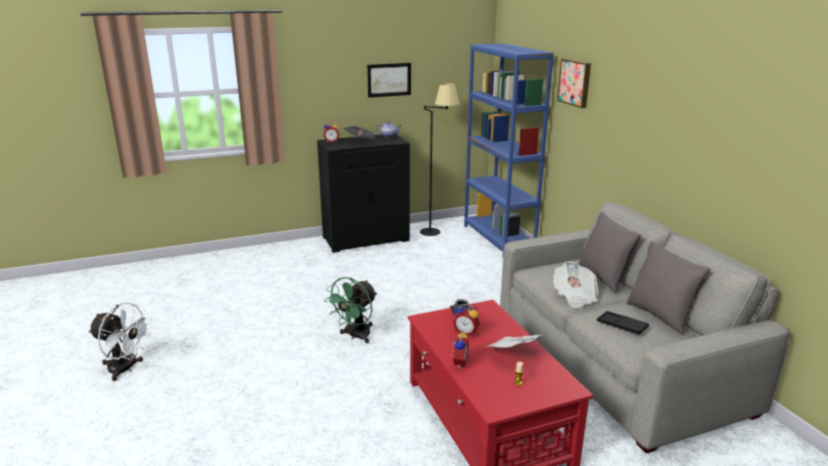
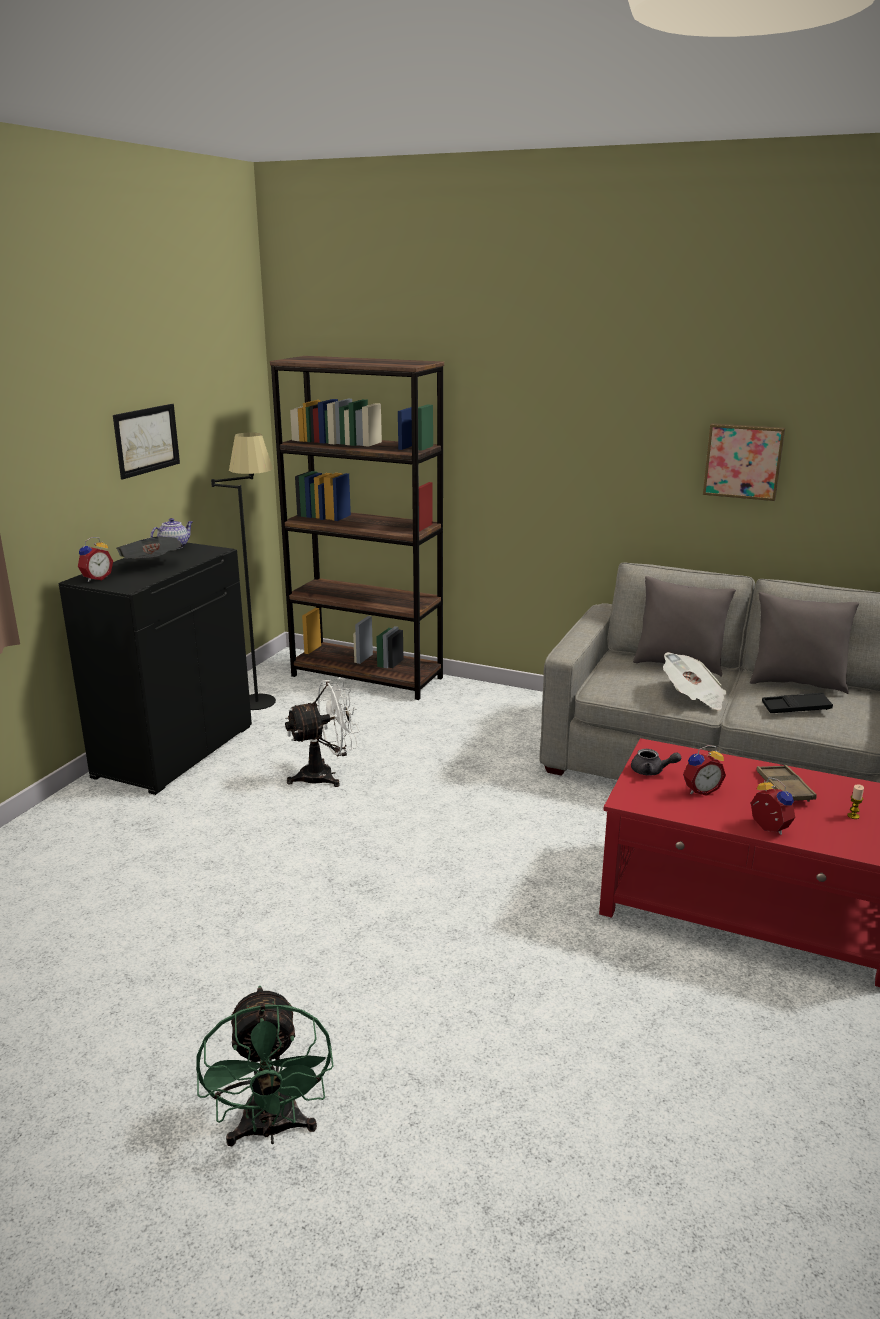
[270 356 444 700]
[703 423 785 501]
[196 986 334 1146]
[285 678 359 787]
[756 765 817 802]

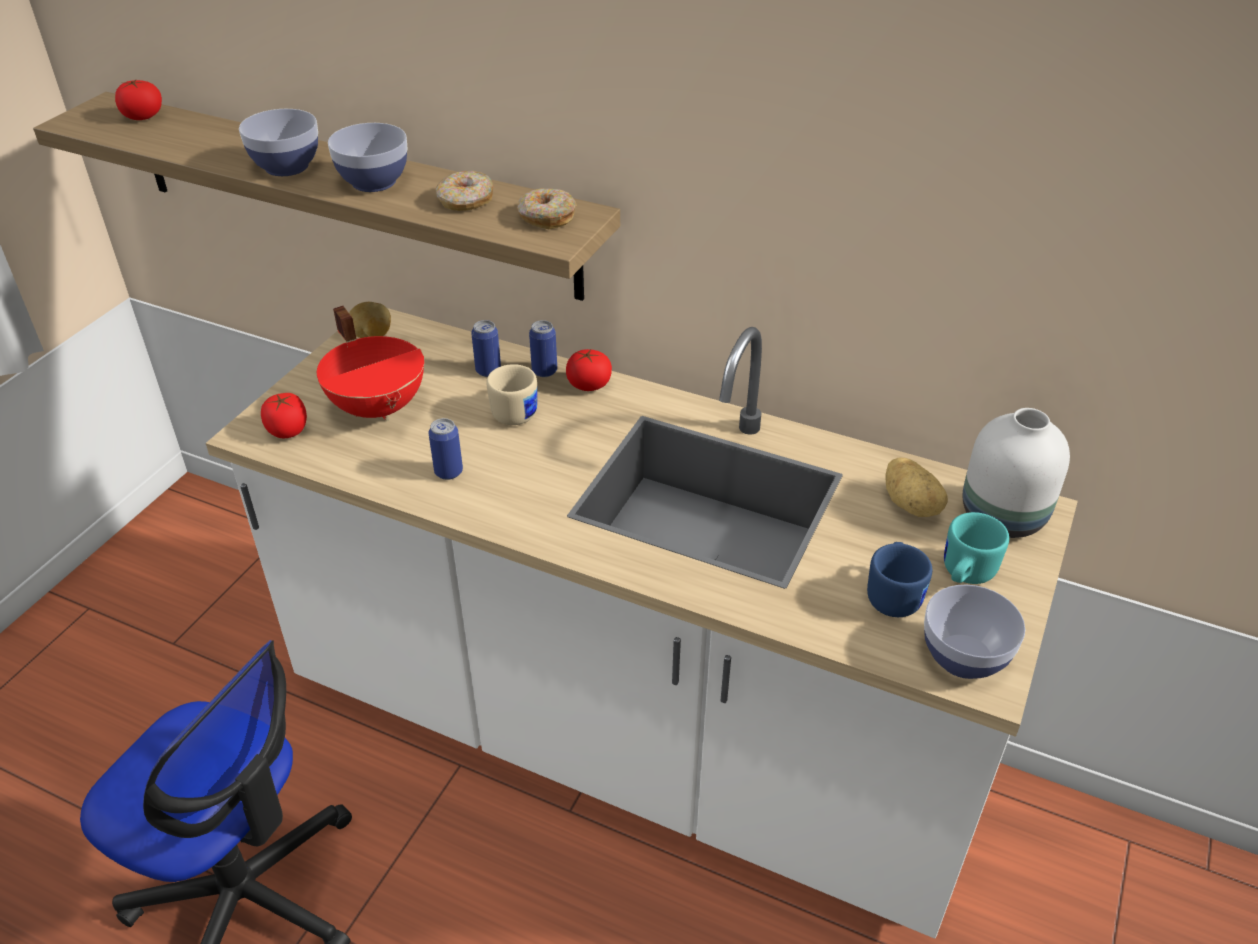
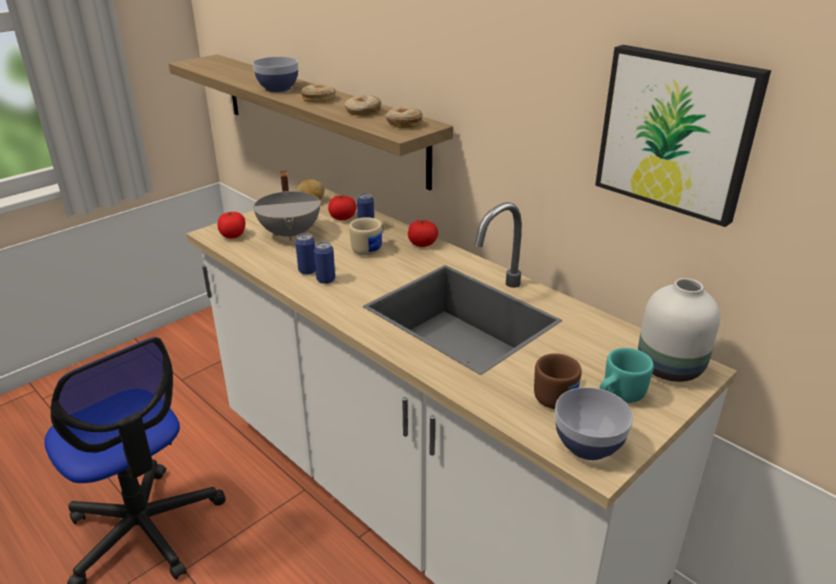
[328 195 357 220]
[301 84 336 102]
[253 170 321 241]
[314 241 335 284]
[886 458 948 517] (first image)
[534 353 582 409]
[595 45 771 227]

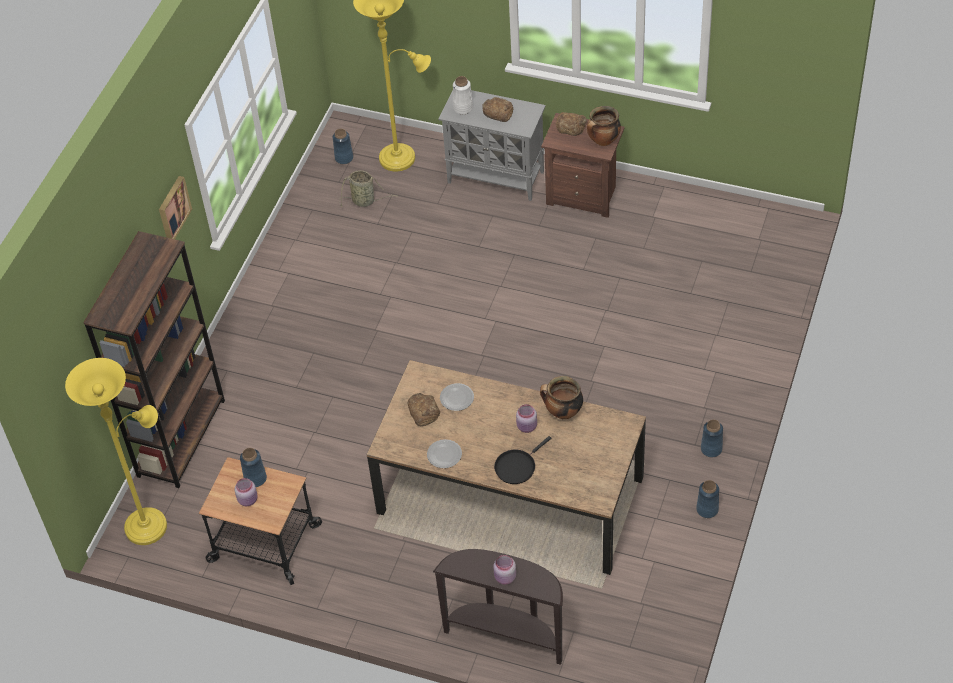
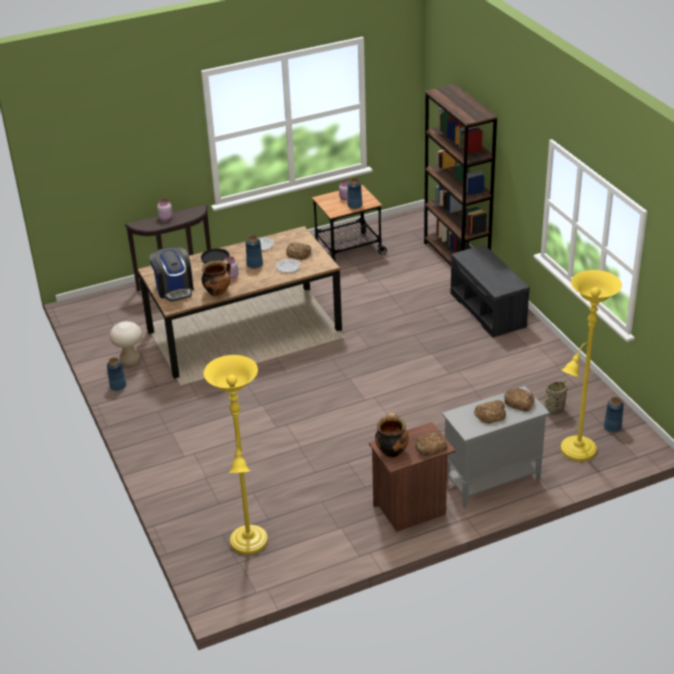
[504 388 535 412]
[159 176 192 239] (first image)
[204 355 268 555]
[246 235 263 269]
[451 245 530 338]
[149 247 194 302]
[110 321 142 366]

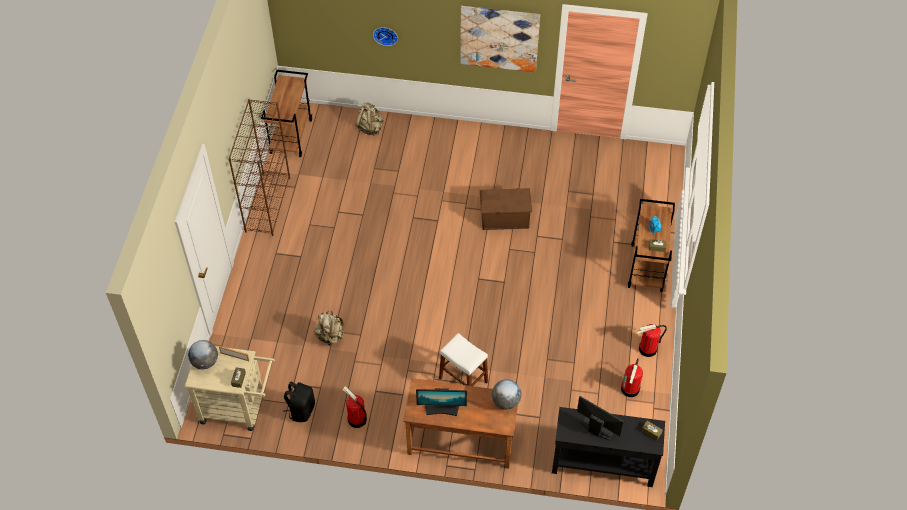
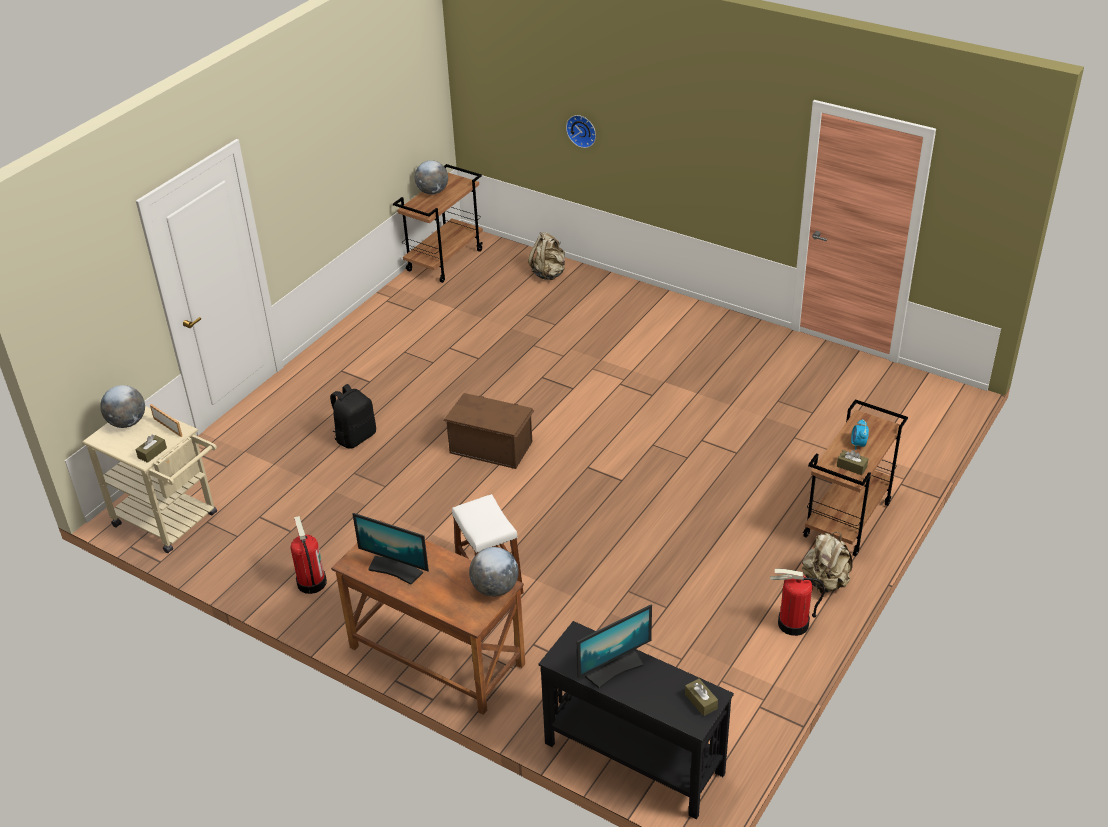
[460 6 540 72] (first image)
[228 99 290 236] (first image)
[444 393 535 469]
[802 532 853 593]
[621 359 643 397] (first image)
[330 384 376 449]
[577 605 652 689]
[415 160 448 195]

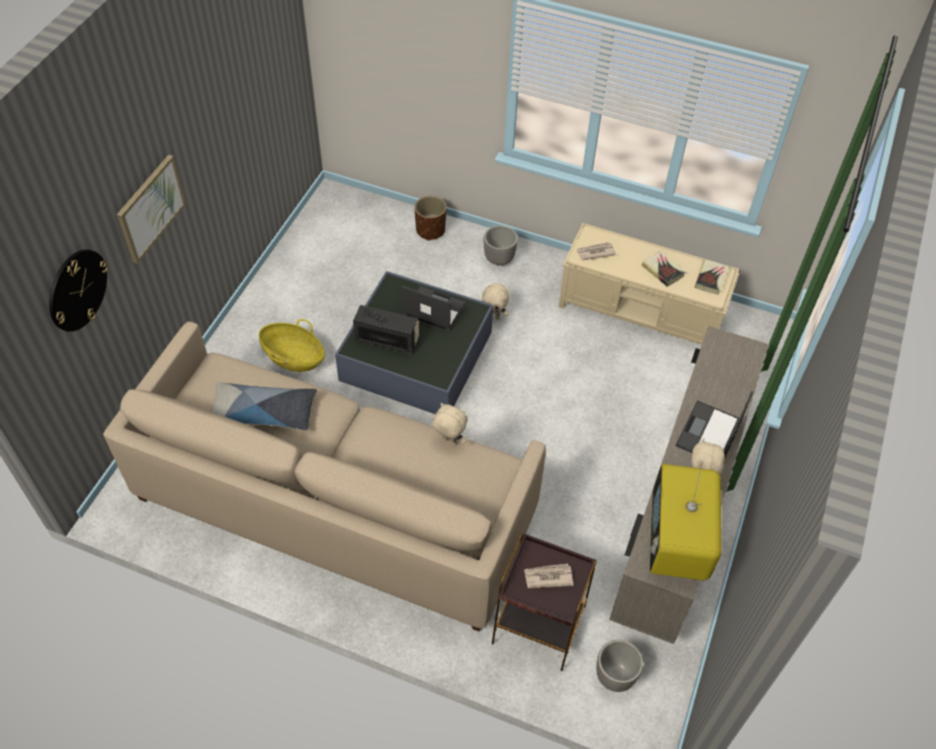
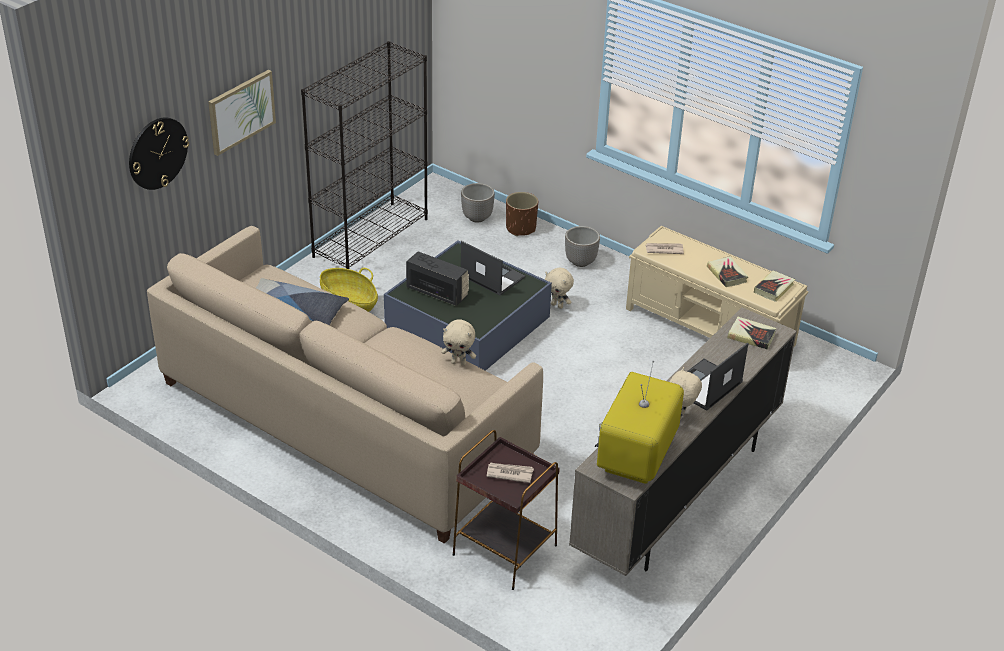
[442 319 476 366]
[461 183 495 222]
[301 41 428 269]
[727 316 776 350]

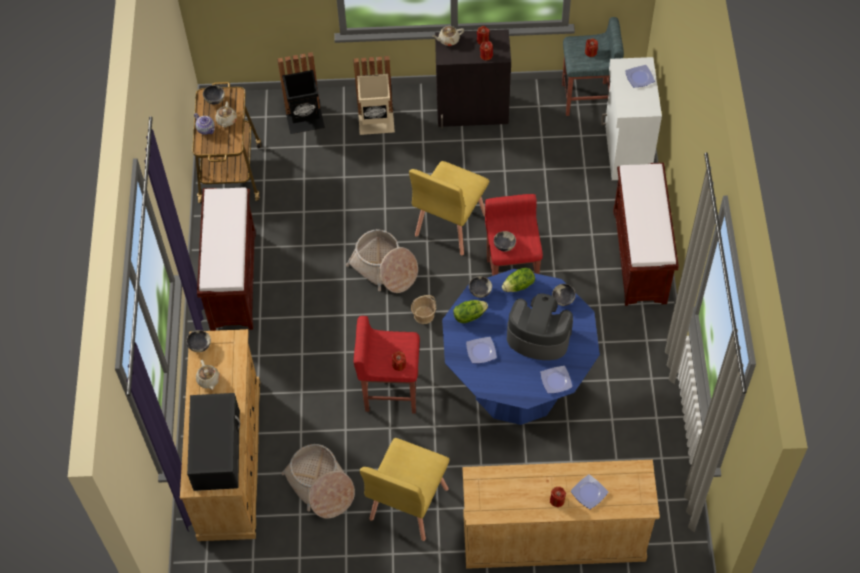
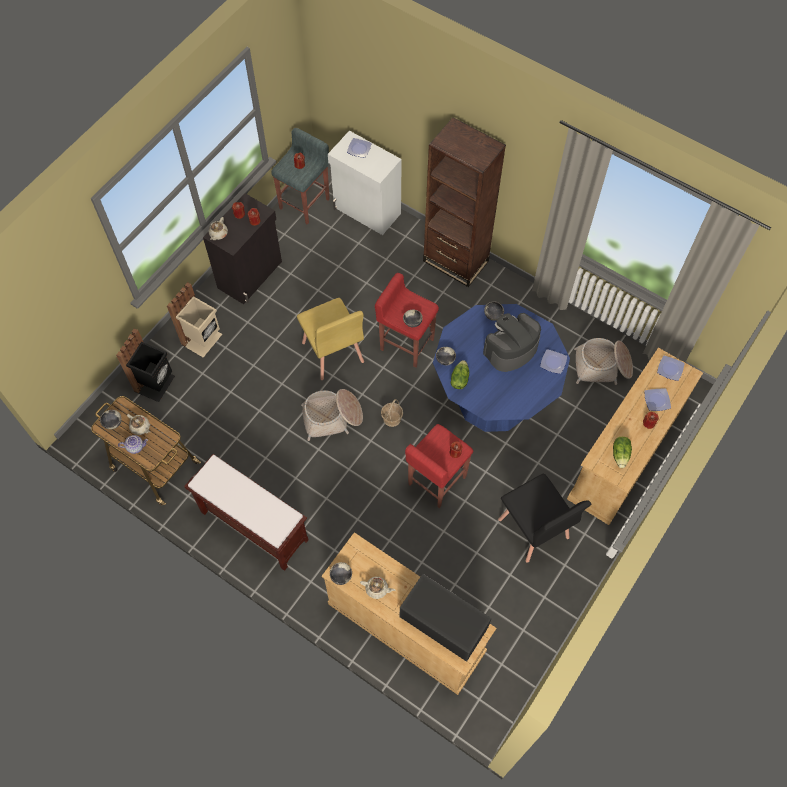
[423 117 506 287]
[613 437 632 468]
[657 356 685 381]
[498 473 591 563]
[574 338 633 385]

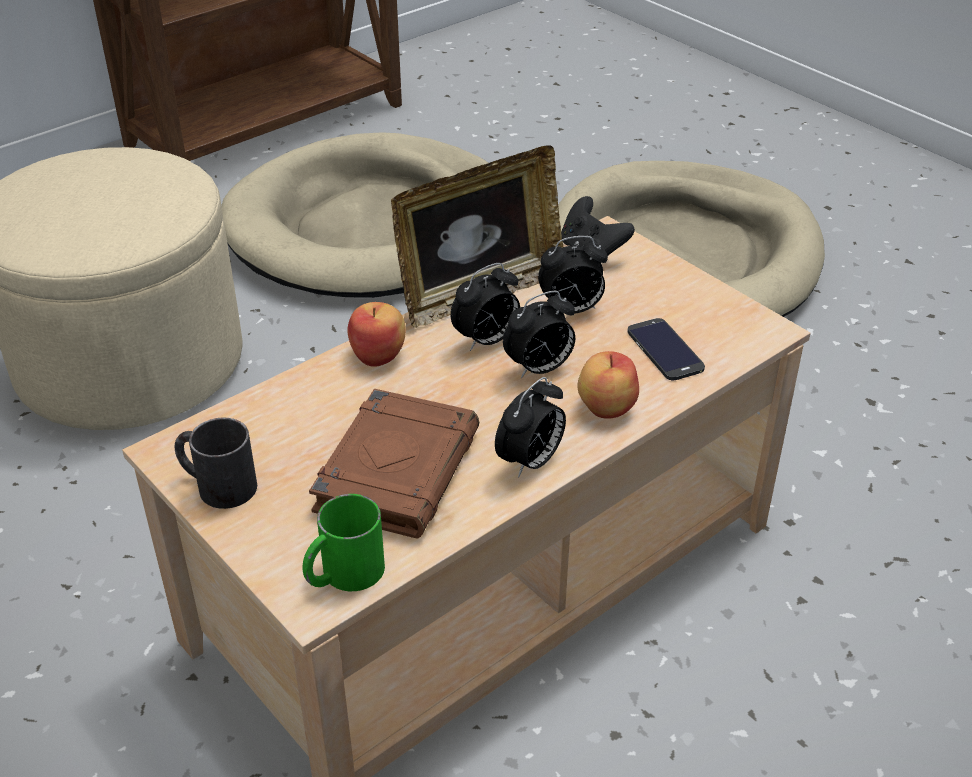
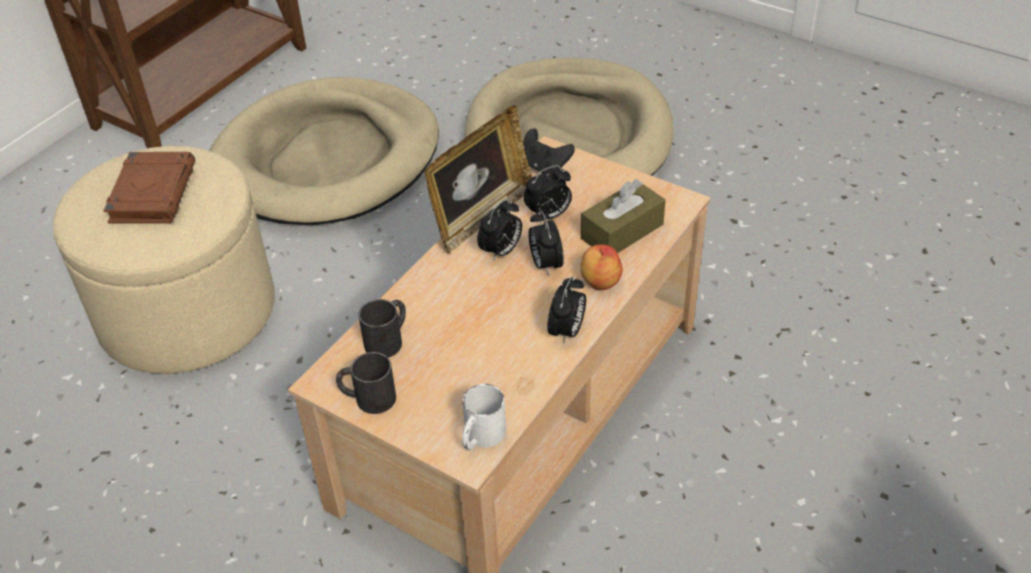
[528 210 564 276]
[347 302 406 367] (first image)
[581 179 666 253]
[103 152 195 223]
[462 384 506 450]
[359 299 406 358]

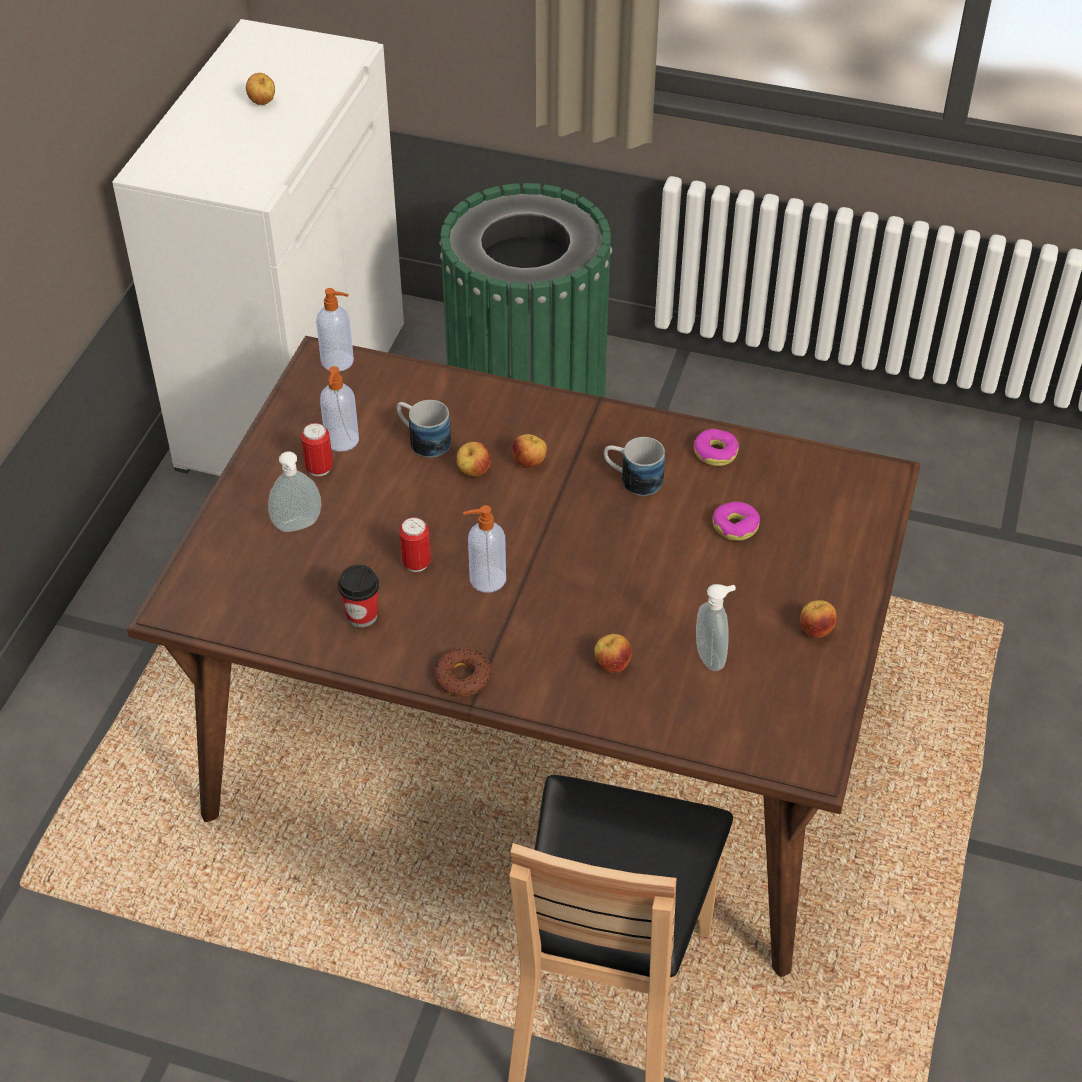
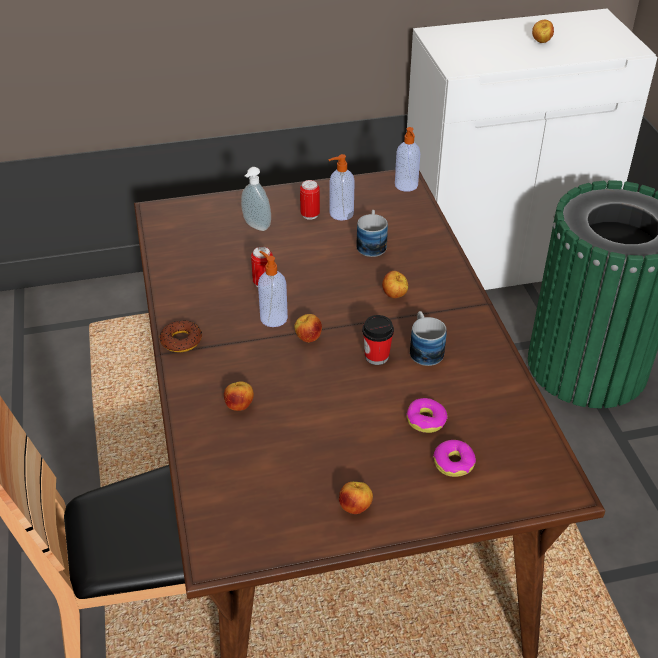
[433 440 476 477]
[294 314 322 343]
[362 315 394 365]
[696 584 736 671] (first image)

